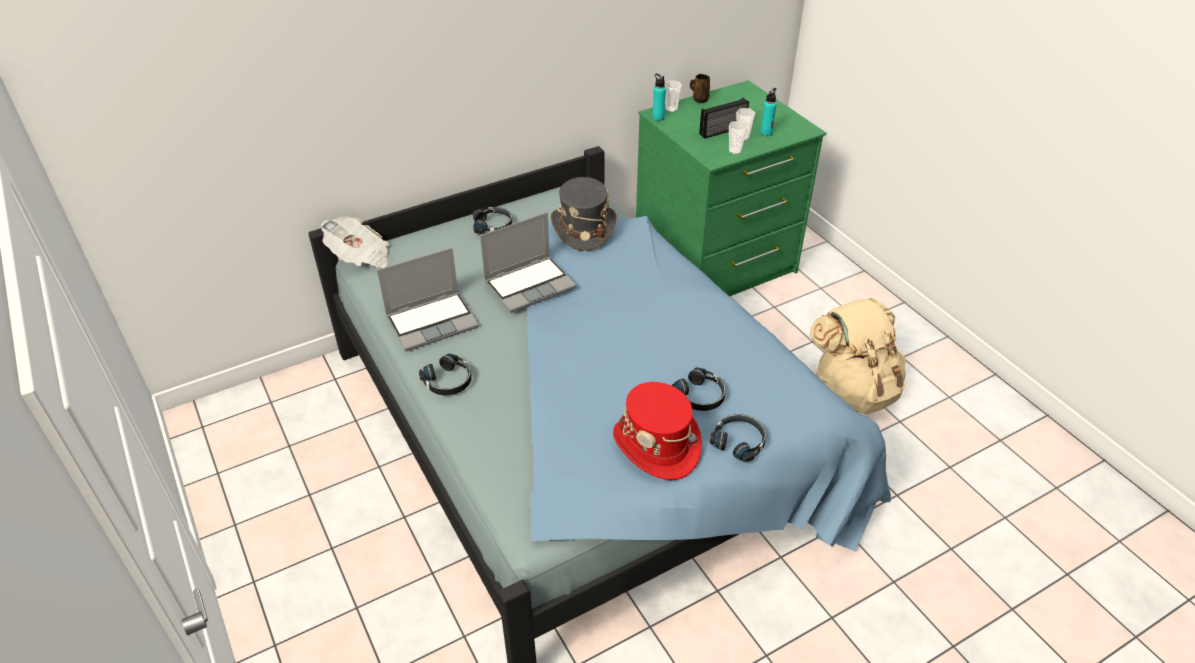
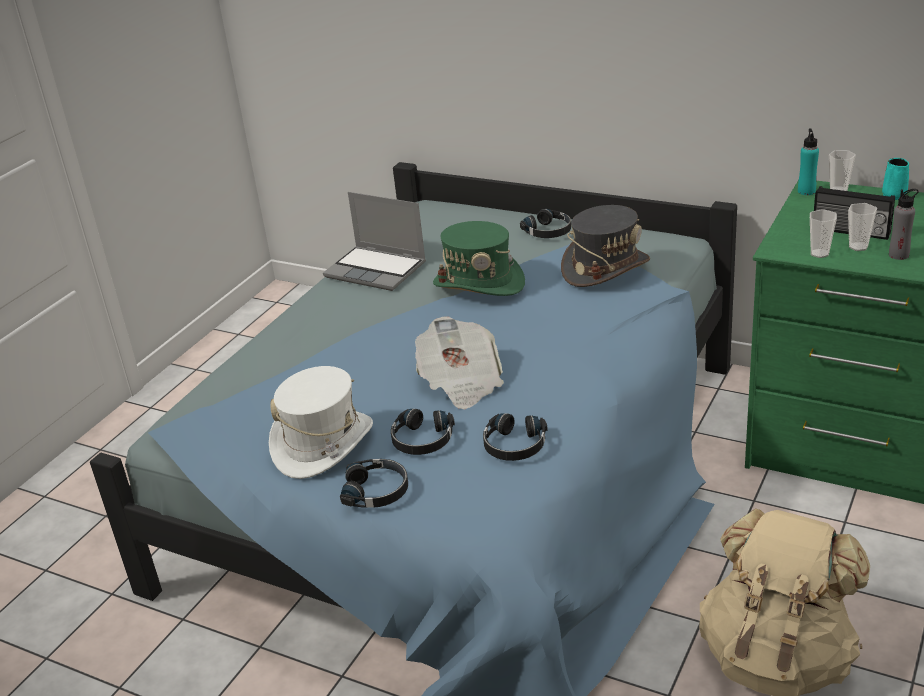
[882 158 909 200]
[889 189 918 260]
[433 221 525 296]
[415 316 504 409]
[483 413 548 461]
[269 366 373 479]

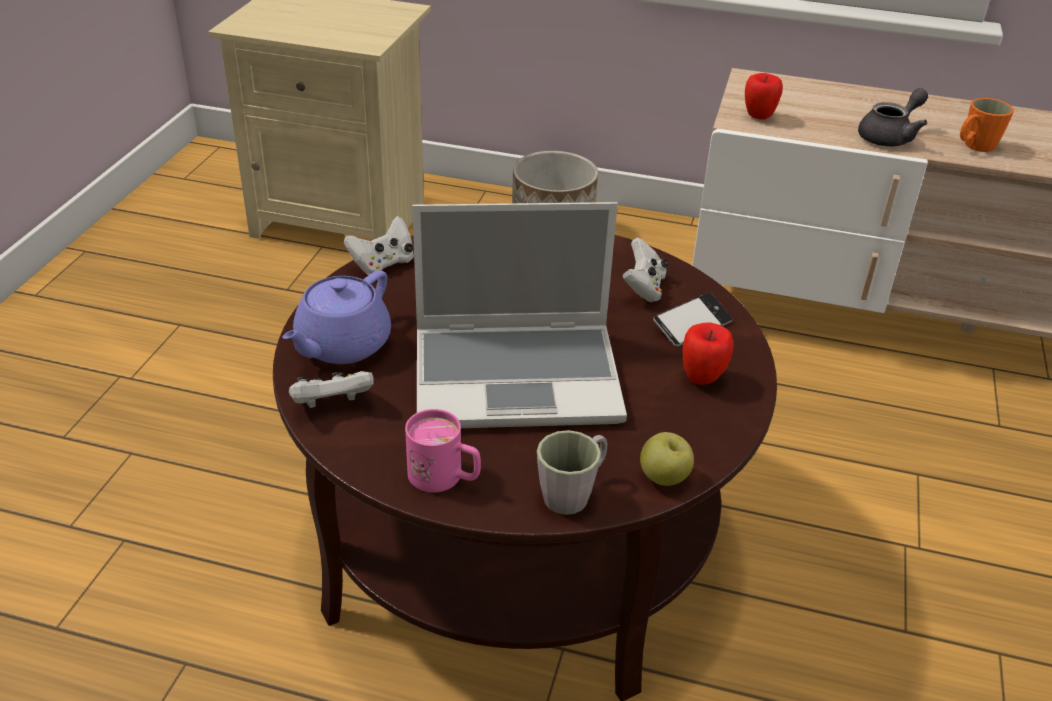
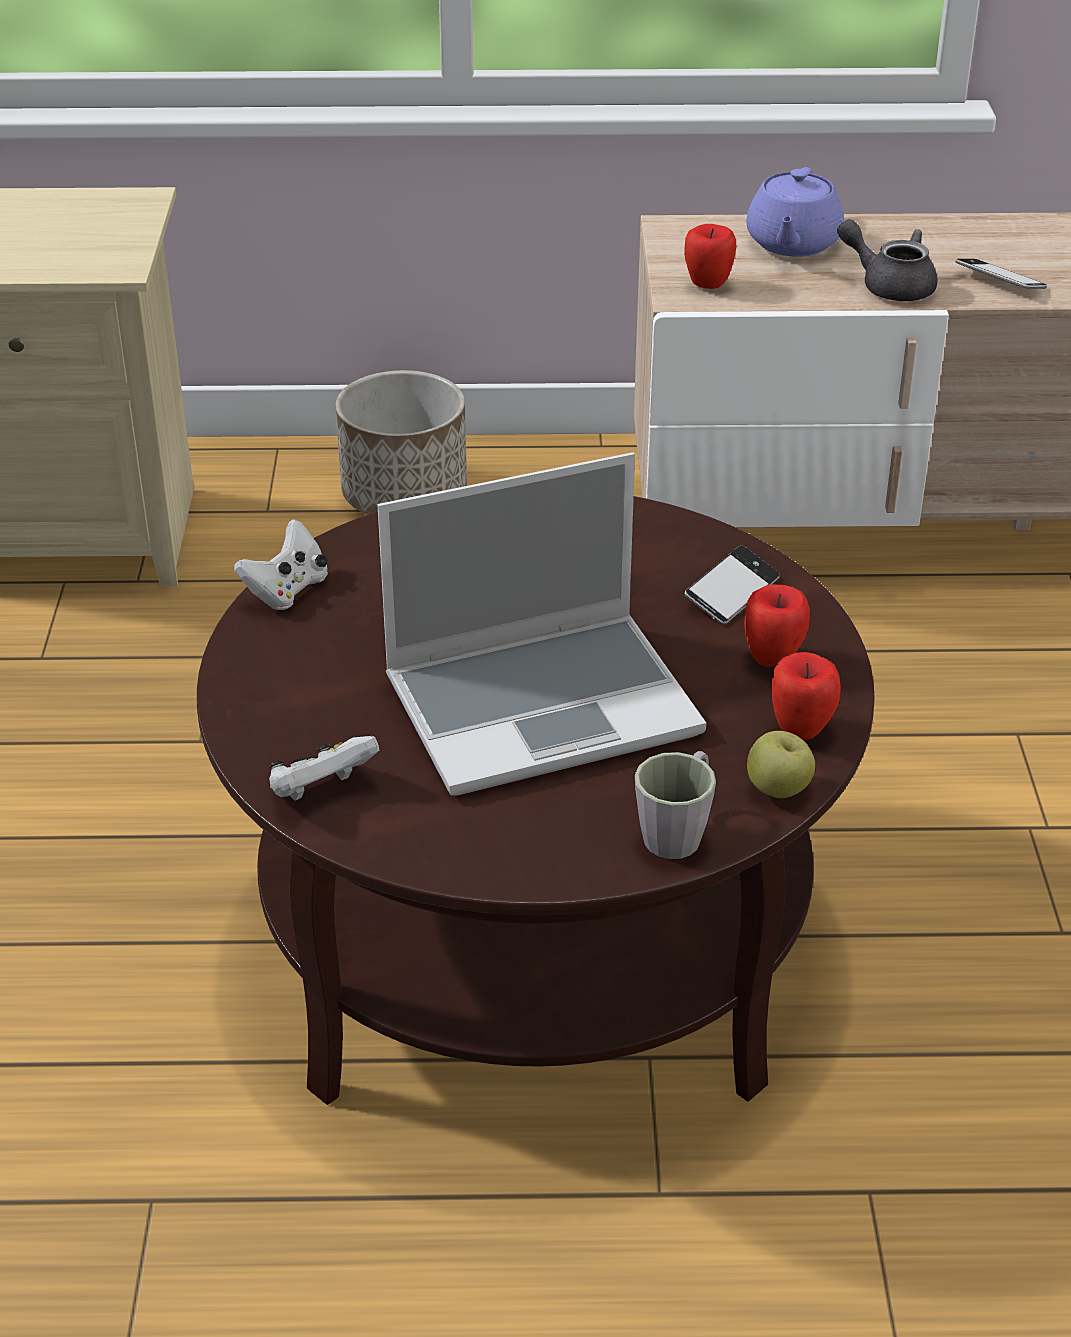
[837 219 938 301]
[955 259 1047 289]
[622 238 668 302] (first image)
[746 167 844 257]
[405 409 481 493] (first image)
[772 652 840 740]

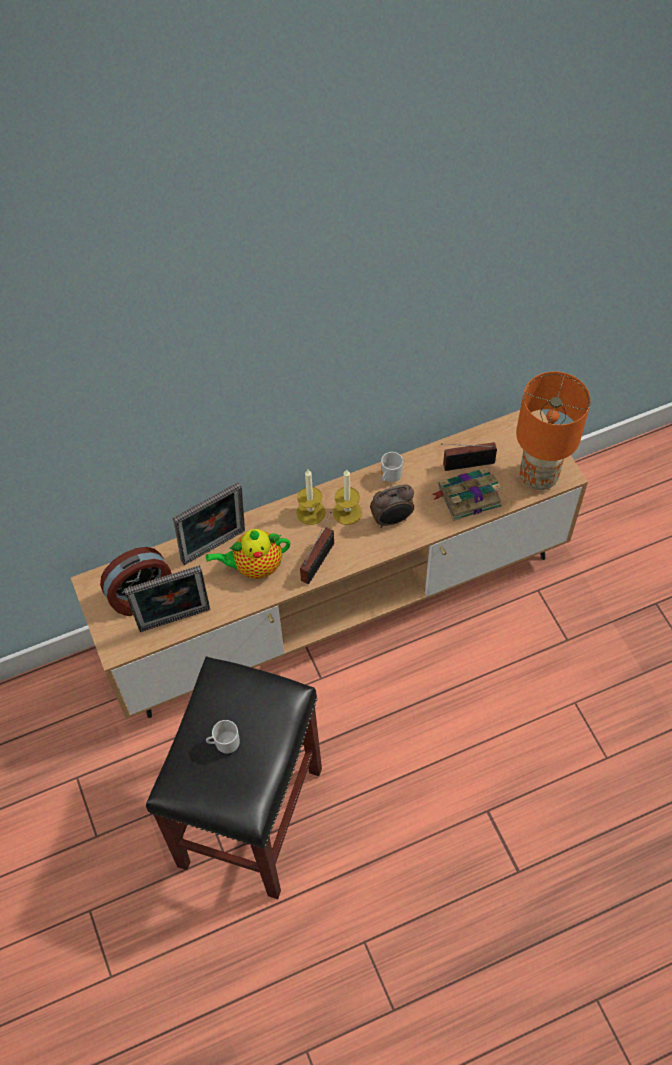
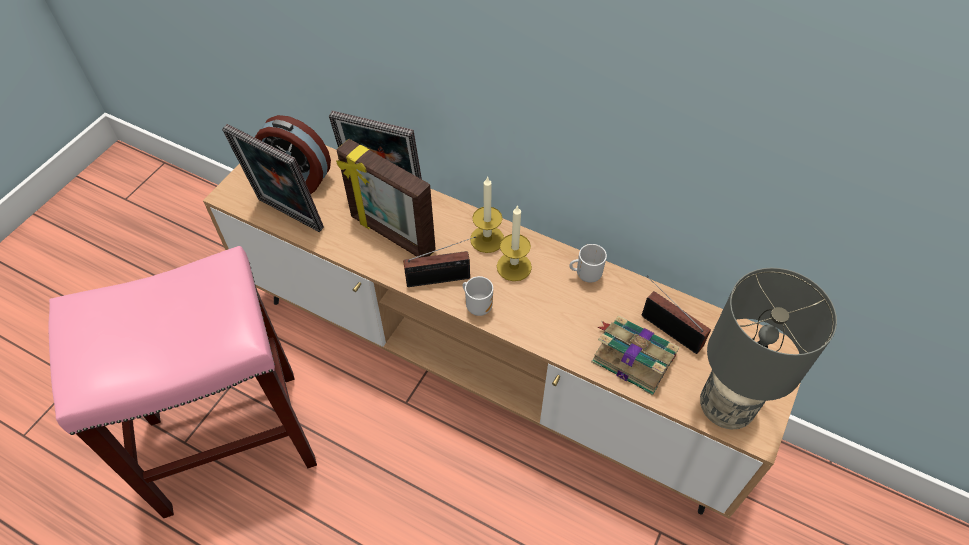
[700 268 837 429]
[370 484 414 528] (first image)
[336 139 436 258]
[49 246 317 518]
[462 276 493 316]

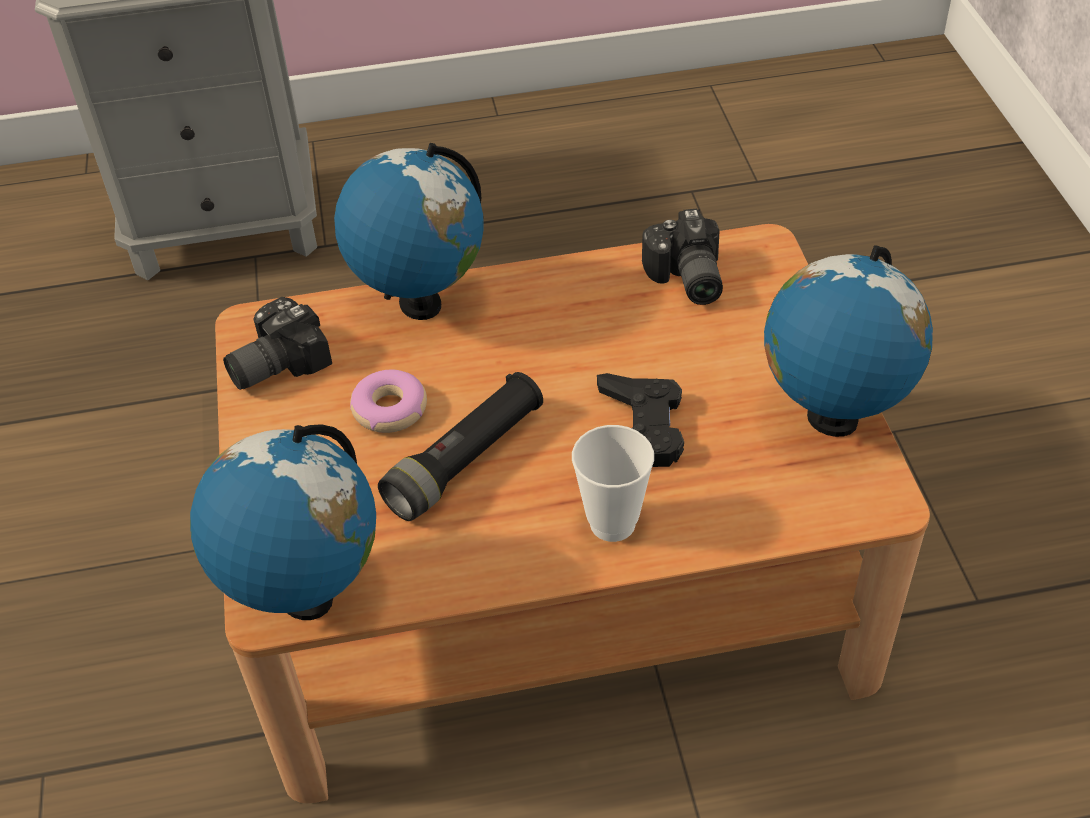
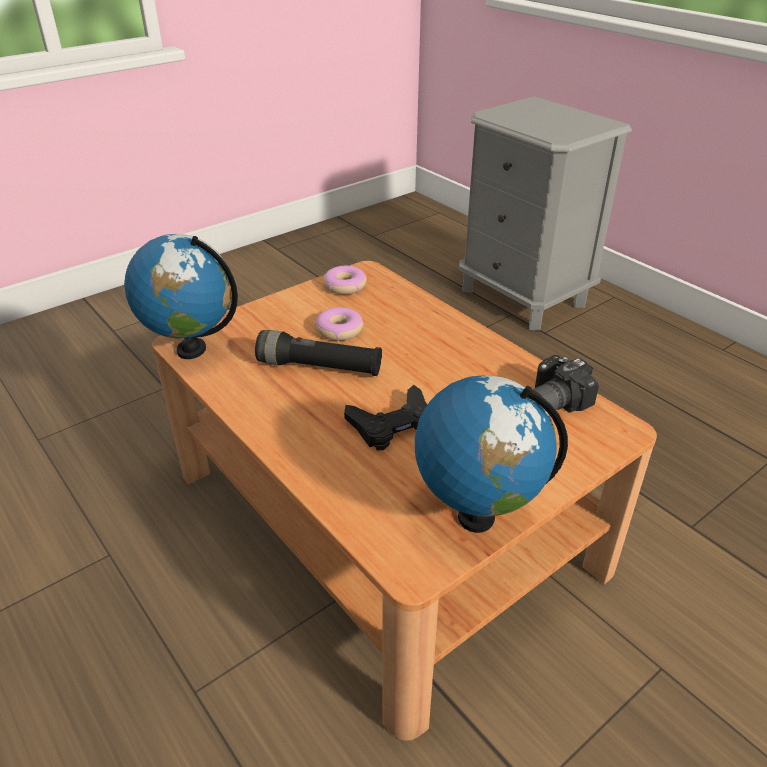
[334 143 484 320] (first image)
[323 266 367 295]
[572 425 654 542] (first image)

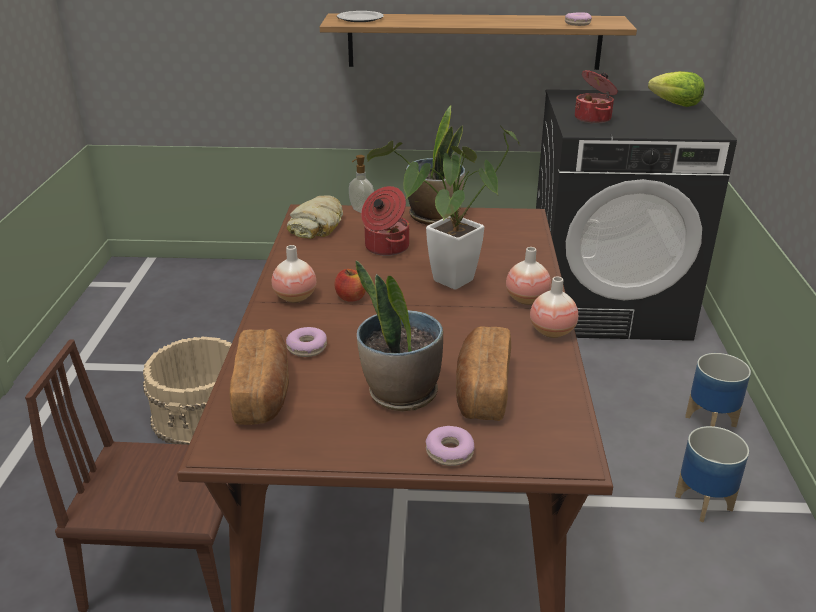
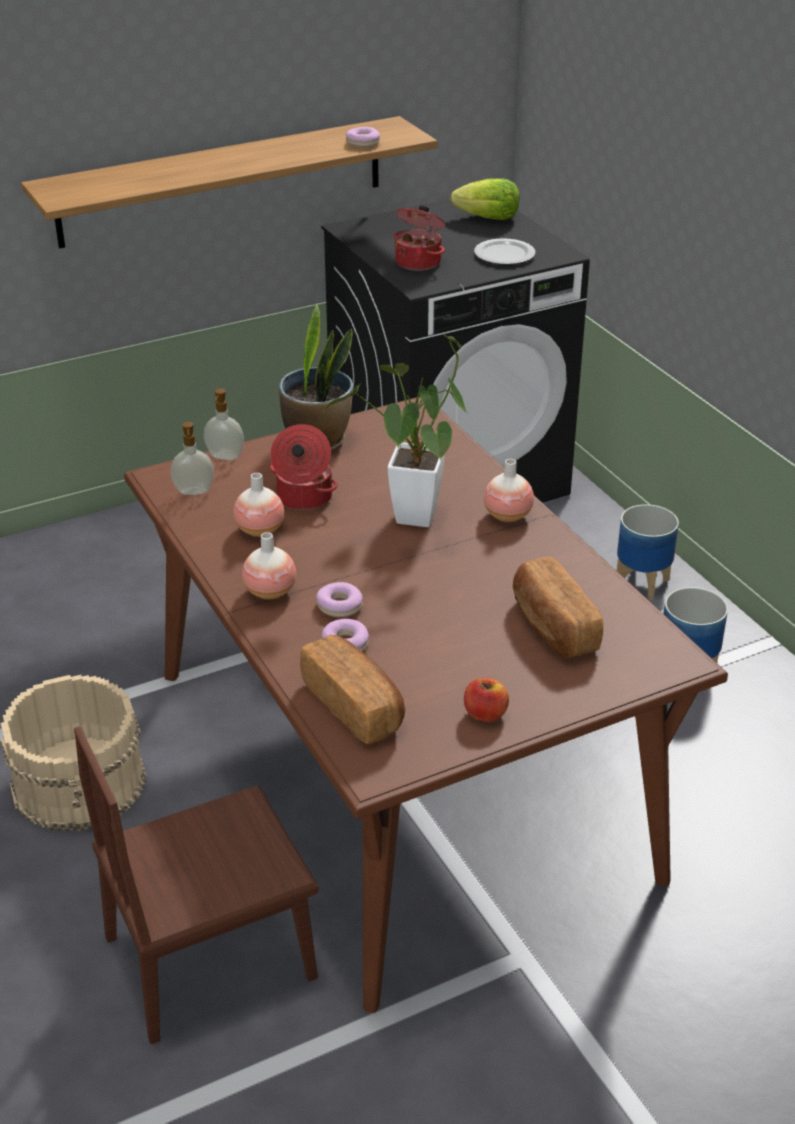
[474 238 535 265]
[171 422 214 495]
[356 260 443 411] (first image)
[464 678 509 722]
[233 473 284 537]
[316 582 363 617]

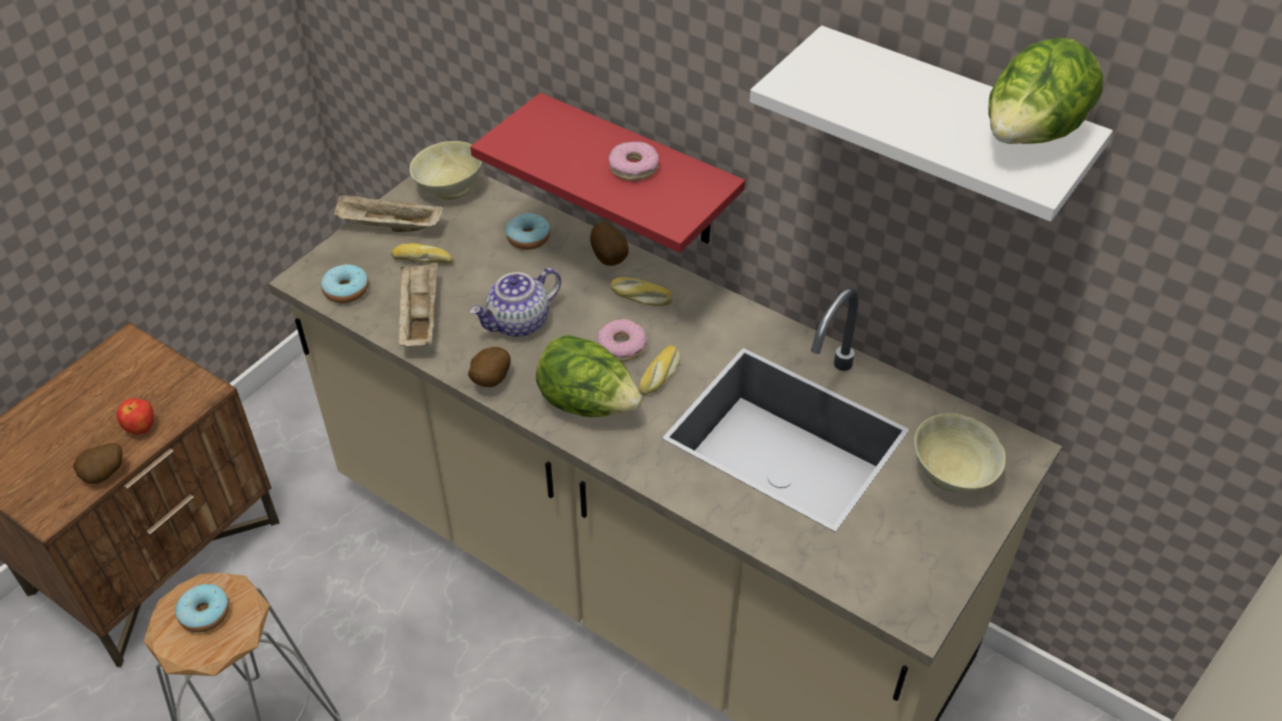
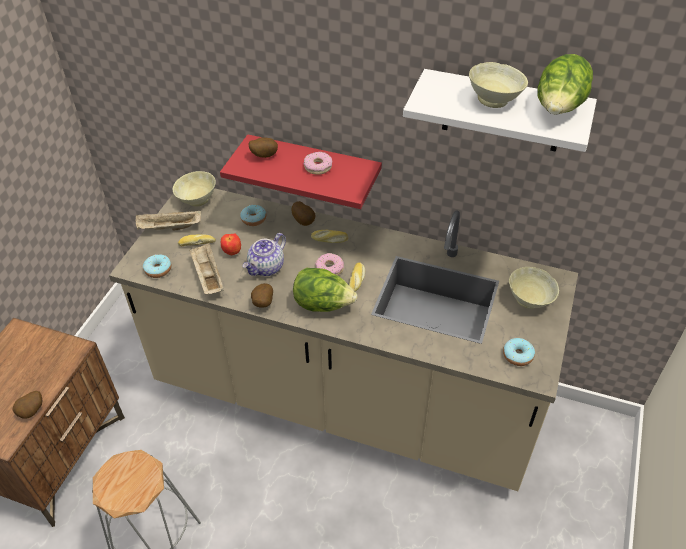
[221 233 241 255]
[503 338 535 366]
[469 62 528 108]
[248 137 278 158]

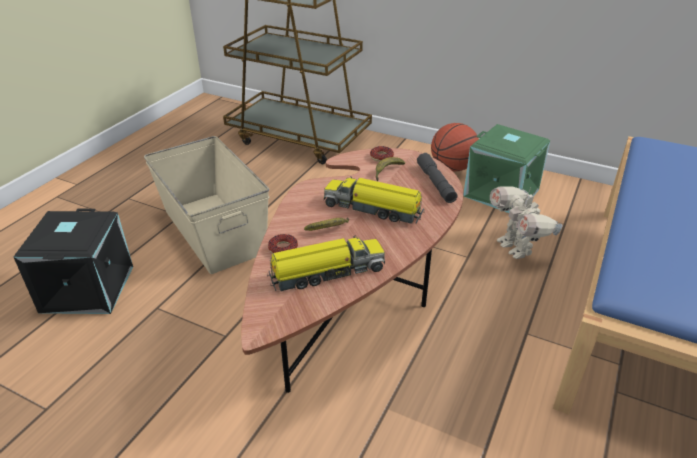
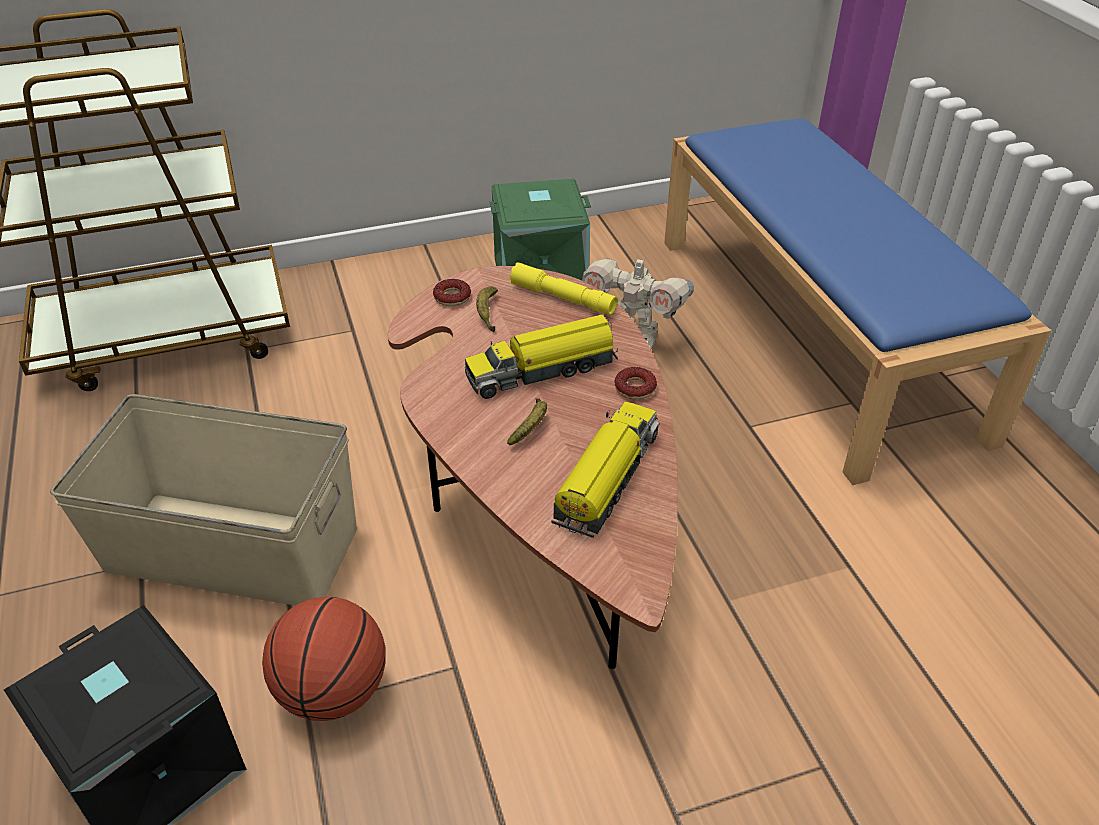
[262 597 386 721]
[510 262 617 315]
[615 367 657 400]

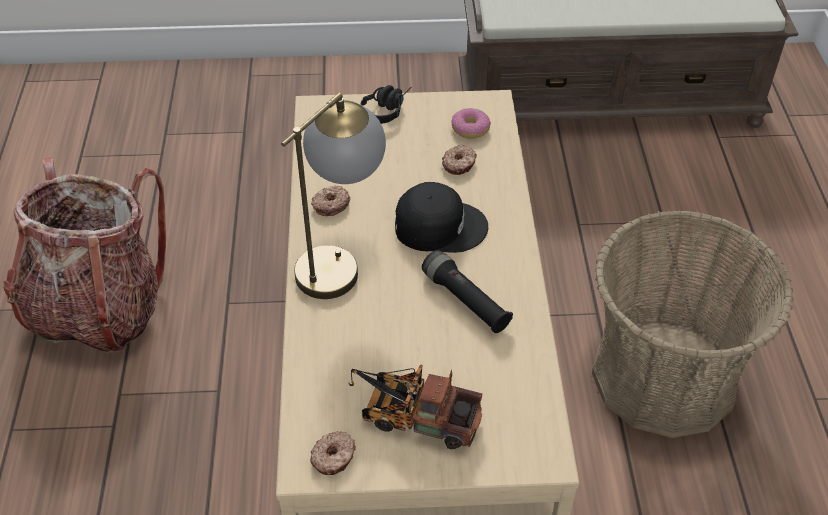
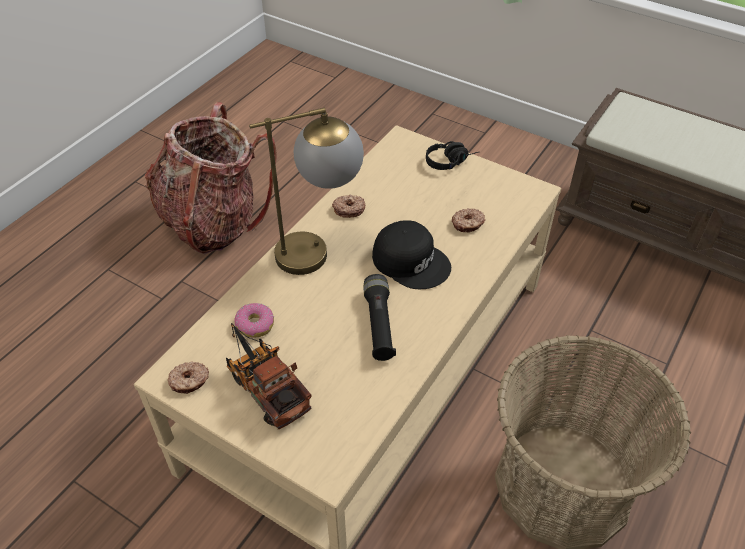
[234 303 274 338]

